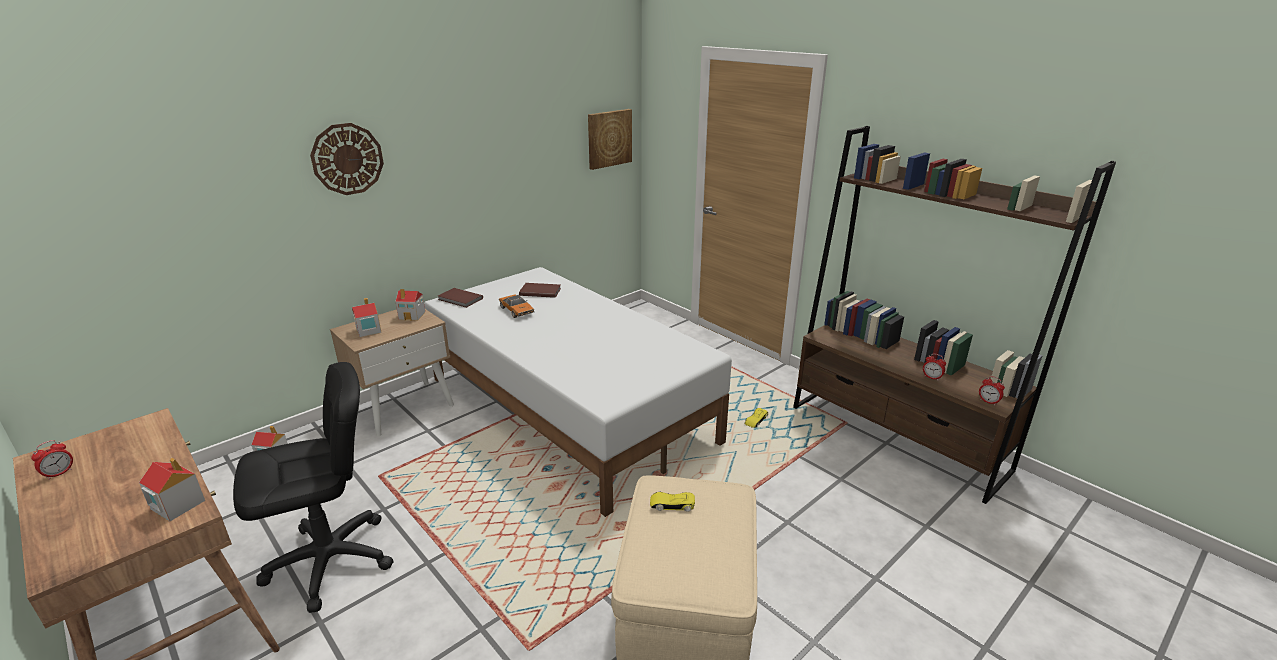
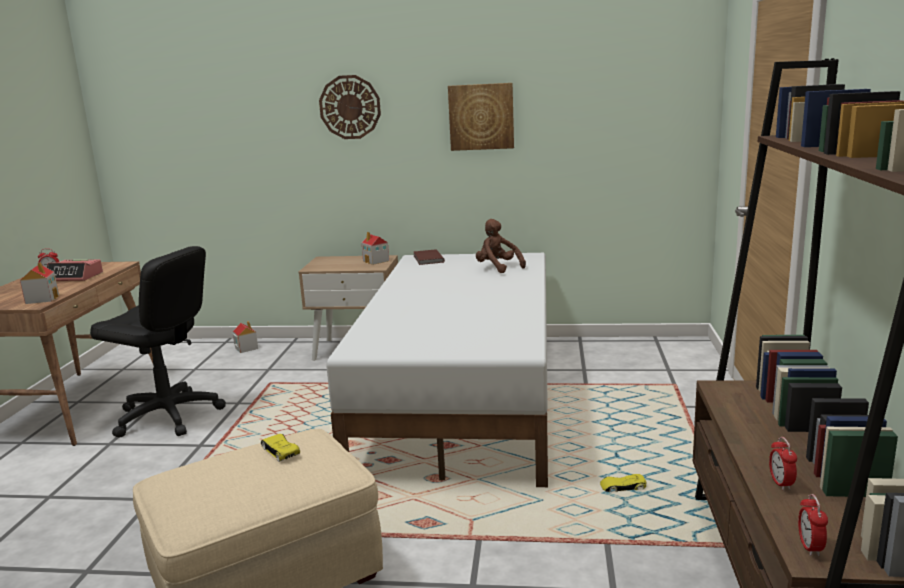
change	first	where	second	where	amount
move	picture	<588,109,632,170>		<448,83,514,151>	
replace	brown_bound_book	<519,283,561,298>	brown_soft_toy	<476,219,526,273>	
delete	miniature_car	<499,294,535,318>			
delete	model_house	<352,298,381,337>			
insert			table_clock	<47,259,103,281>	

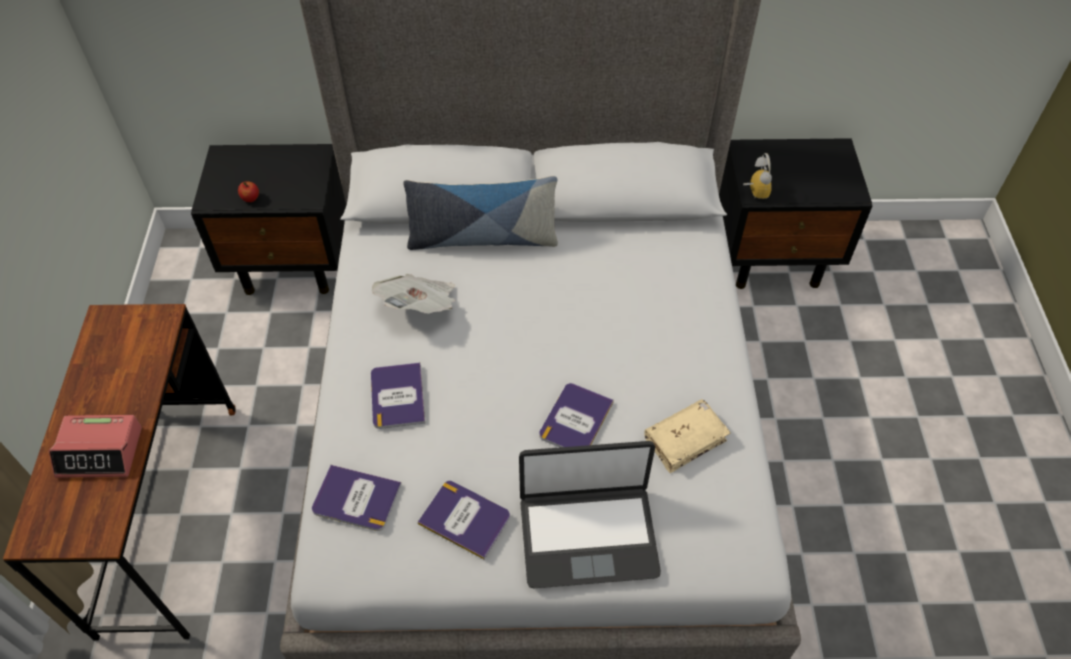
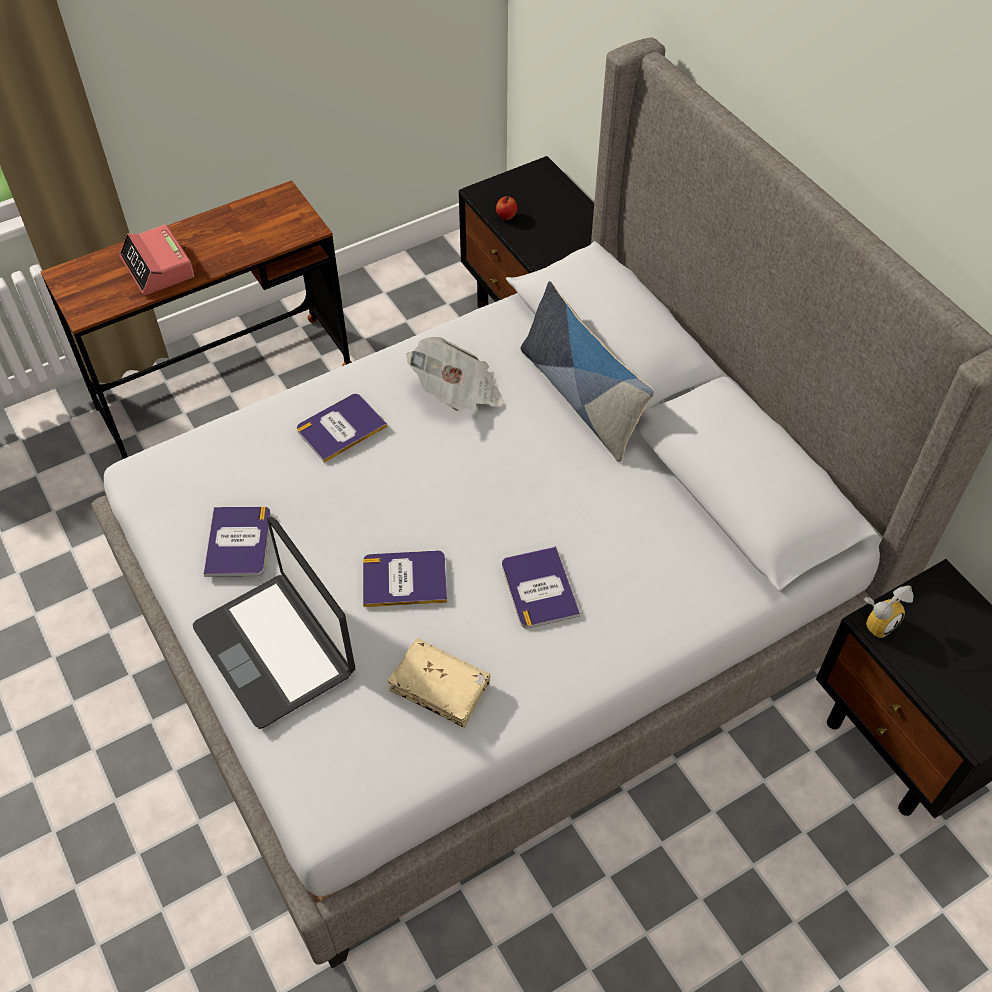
change	first	where	second	where	amount
move	bound_book	<312,465,402,531>		<502,547,580,628>	

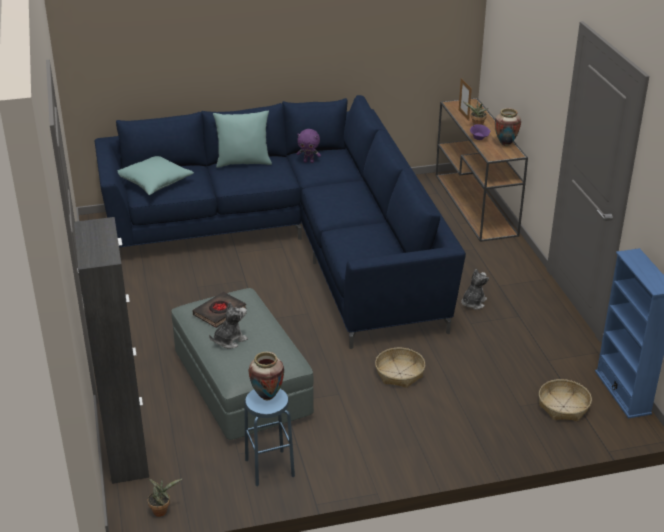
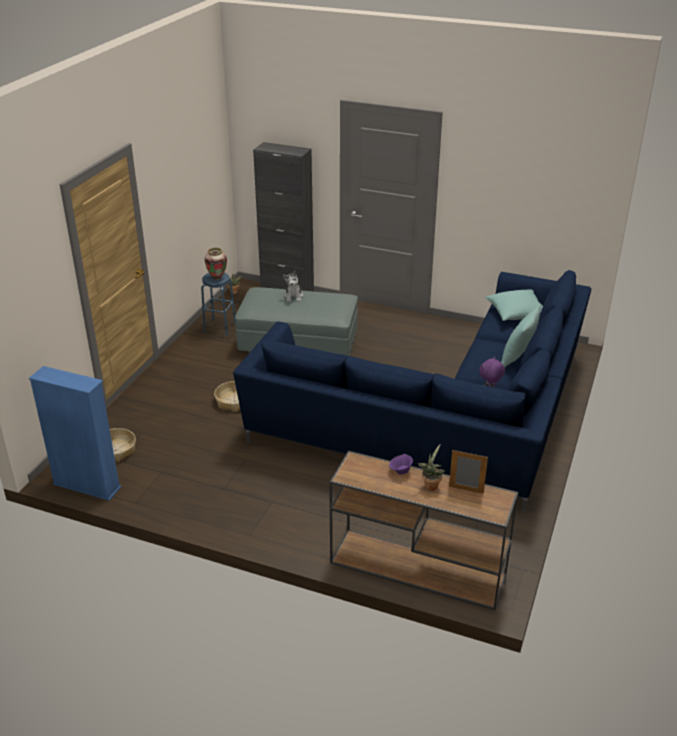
change	first	where	second	where	amount
delete	flower_vase	<495,108,521,146>			
delete	soft_toy	<461,269,489,310>			
delete	black-coloured_bound_book	<192,292,247,328>			

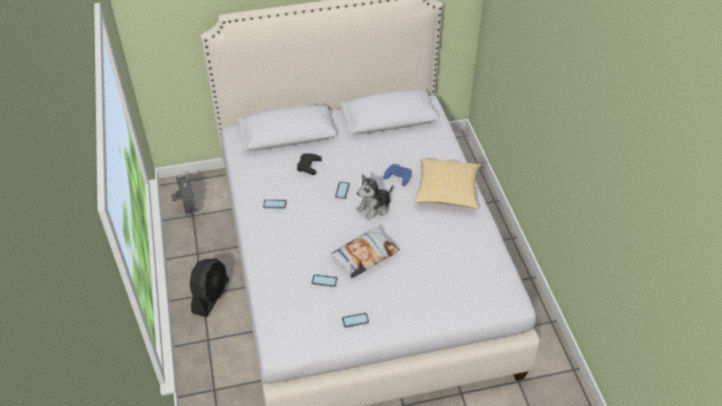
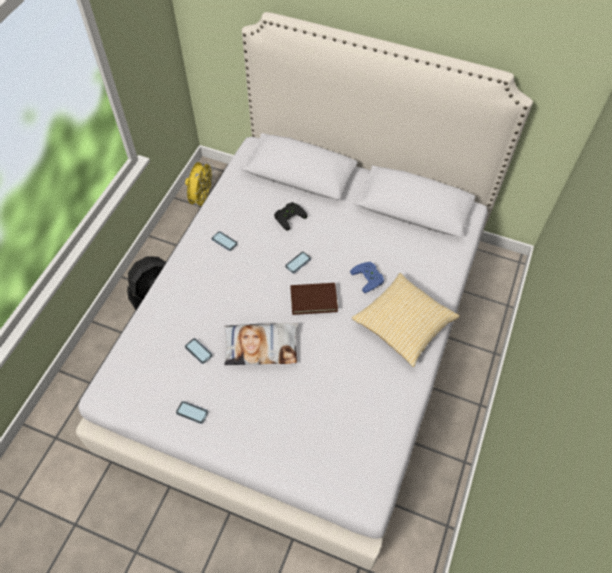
change	first	where	second	where	amount
recolor	grey_electric_fan	<172,171,199,215>	yellow-coloured_electric_fan	<185,162,215,209>	
replace	soft_toy	<356,174,393,220>	brown_bound_book	<290,283,338,315>	

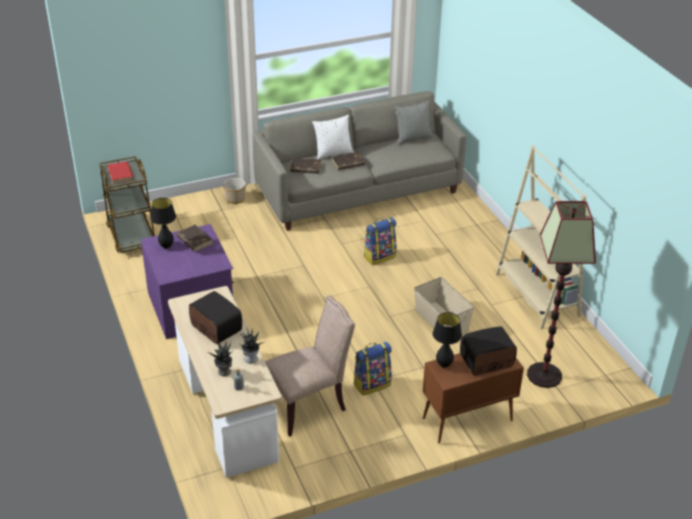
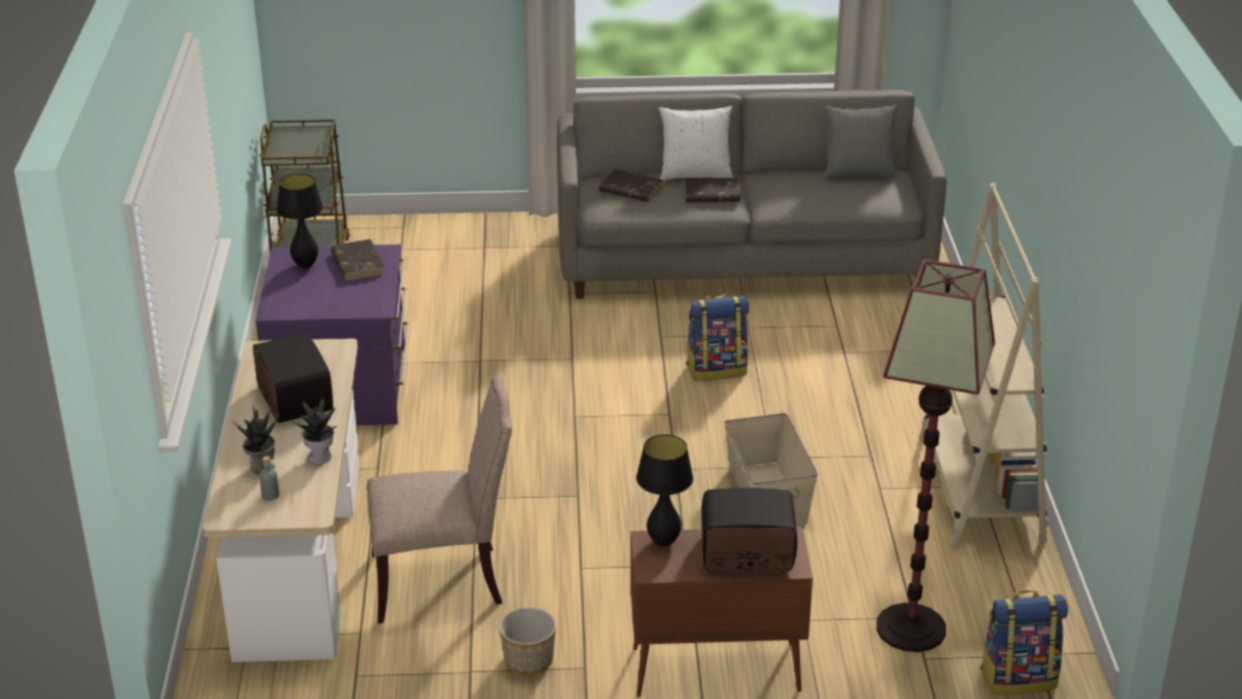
change	first	where	second	where	amount
delete	reddish_bound_book	<107,161,134,184>			
move	planter	<223,178,246,204>		<499,607,556,675>	
move	knapsack	<354,342,392,395>		<980,591,1068,695>	

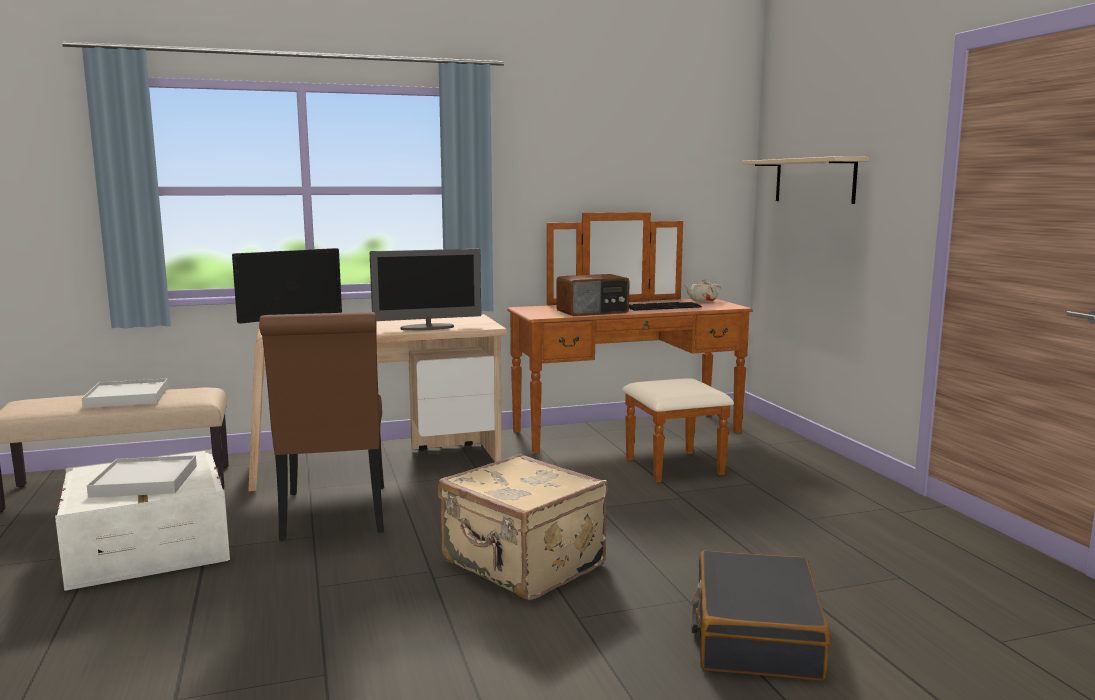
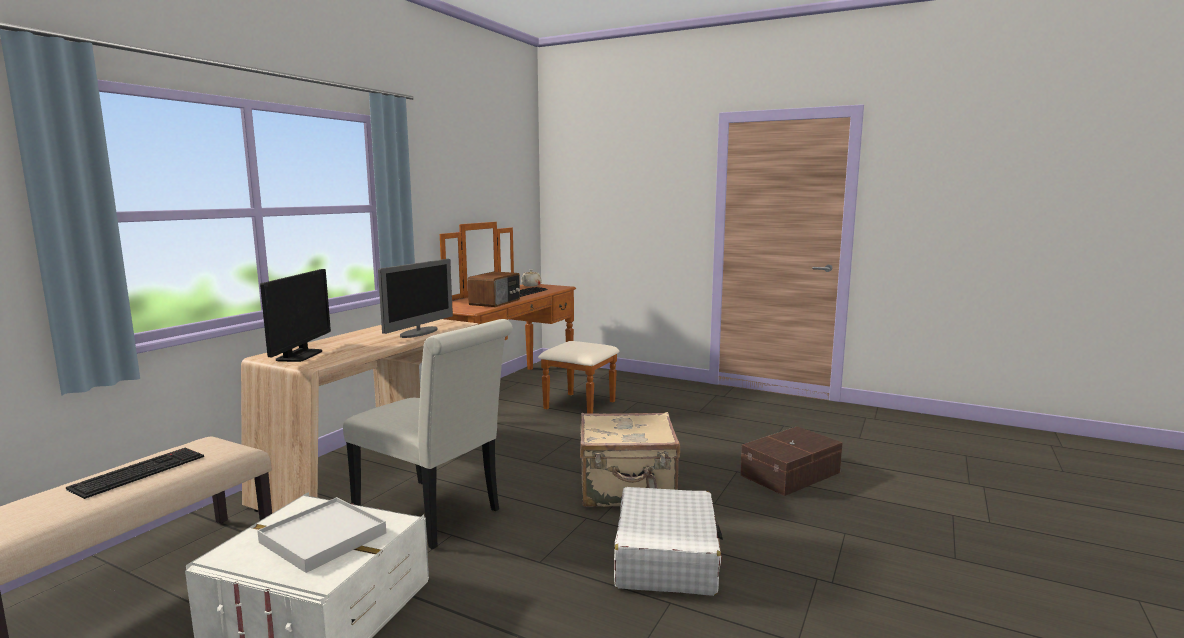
change	first	where	second	where	amount
delete	beige-coloured_shelf	<741,156,870,204>			
recolor	brown_upright_chair	<259,312,384,541>	white_upright_chair	<343,319,513,549>	
replace	white_tray	<82,378,168,408>	PC_keyboard	<66,448,204,499>	
replace	black-coloured_suitcase	<691,551,830,681>	brown_storage_container	<740,427,843,496>	
insert			white_suitcase	<614,487,723,596>	

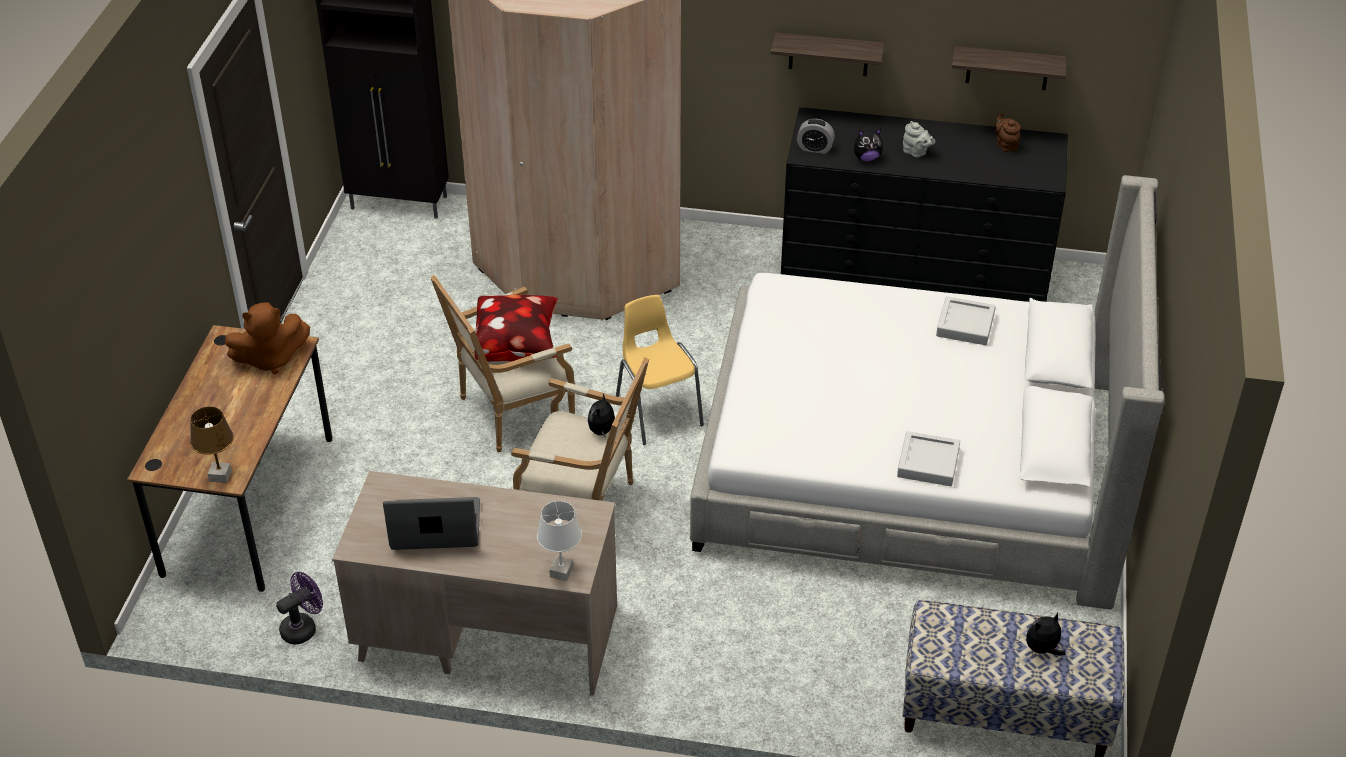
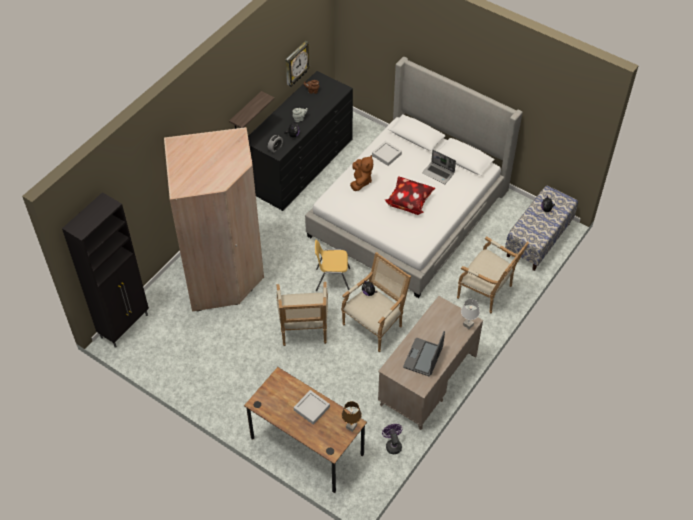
change	first	where	second	where	amount
replace	shelf	<952,46,1067,90>	hanging_clock	<286,41,310,87>	
move	cushion	<474,294,558,362>		<385,176,435,215>	
move	brown_soft_toy	<225,302,310,374>		<350,155,373,191>	
move	grey_tray	<897,431,960,486>		<294,390,330,425>	
insert			portable_computer	<422,150,456,184>	
insert			easy_chair	<457,236,529,314>	

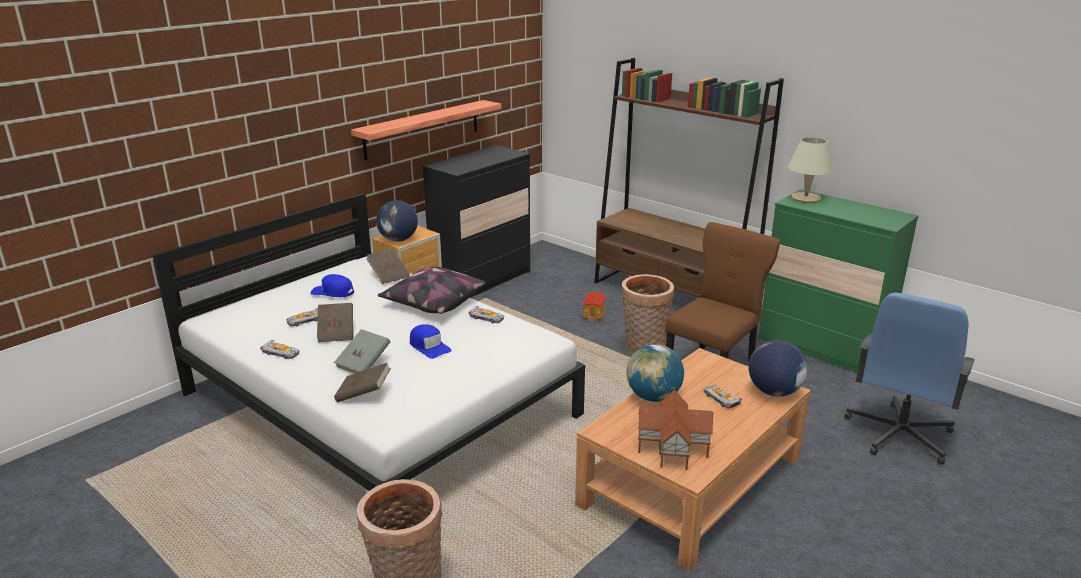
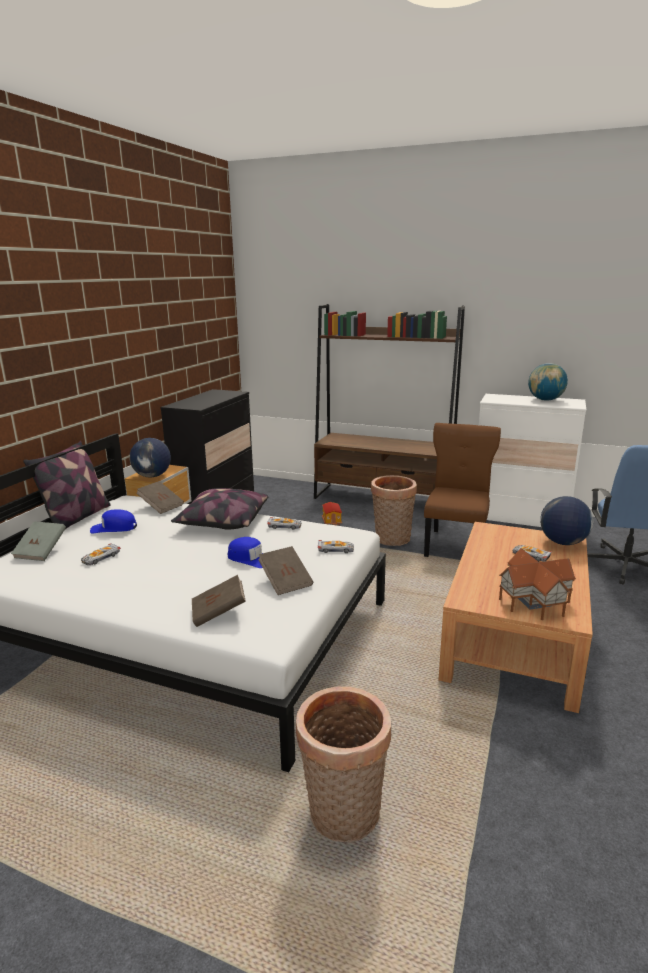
change	first	where	second	where	amount
delete	shelf	<351,100,501,161>			
delete	beige-coloured_lamp_for_a_table	<788,137,833,203>			
recolor	greenish_dresser	<758,189,918,373>	white_dresser	<479,394,586,527>	
move	brown_bound_book	<317,303,353,342>		<258,546,313,595>	
move	grey_bound_book	<334,329,390,374>		<11,521,66,561>	
move	miniature_car	<260,340,300,359>		<318,540,354,553>	
move	desk_globe	<626,344,684,402>		<528,363,568,401>	
insert			cushion	<23,441,110,528>	

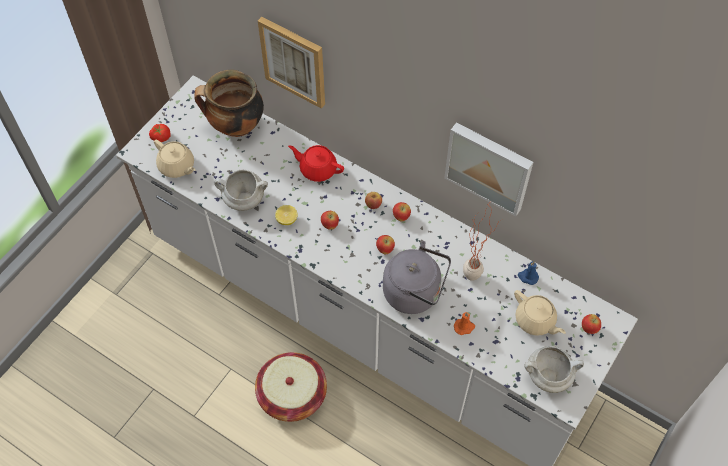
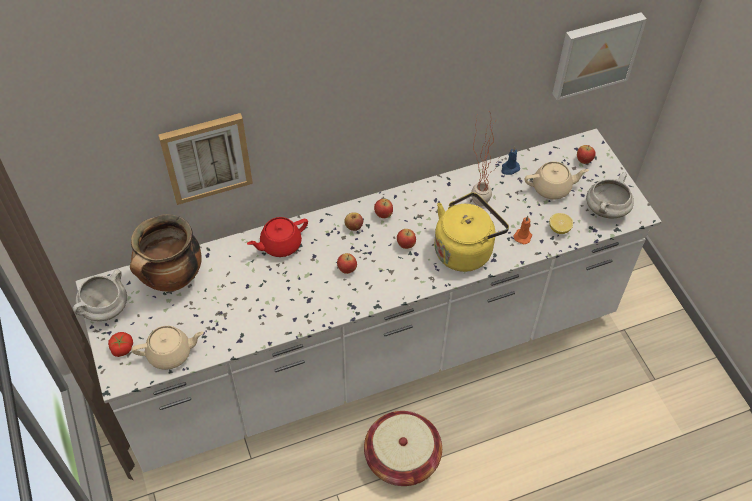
change	first	where	second	where	amount
move	picture	<444,122,533,217>		<552,12,647,100>	
move	white_stockpot	<214,170,268,211>		<73,269,127,321>	
move	lemon	<275,205,298,225>		<550,213,573,234>	
recolor	grey_water_kettle	<383,241,451,314>	yellow-coloured_water_kettle	<434,192,509,272>	

